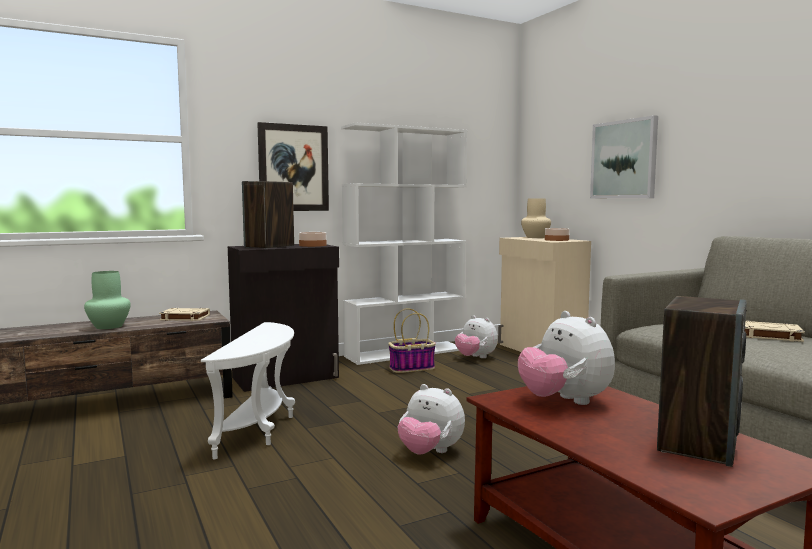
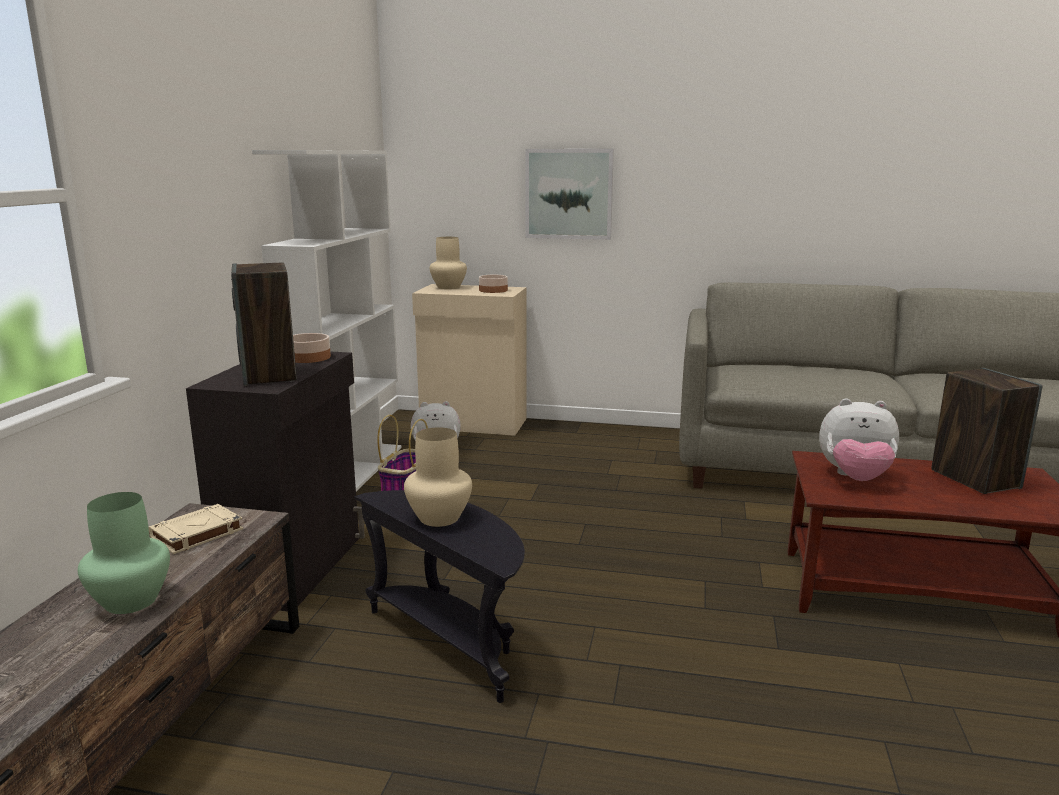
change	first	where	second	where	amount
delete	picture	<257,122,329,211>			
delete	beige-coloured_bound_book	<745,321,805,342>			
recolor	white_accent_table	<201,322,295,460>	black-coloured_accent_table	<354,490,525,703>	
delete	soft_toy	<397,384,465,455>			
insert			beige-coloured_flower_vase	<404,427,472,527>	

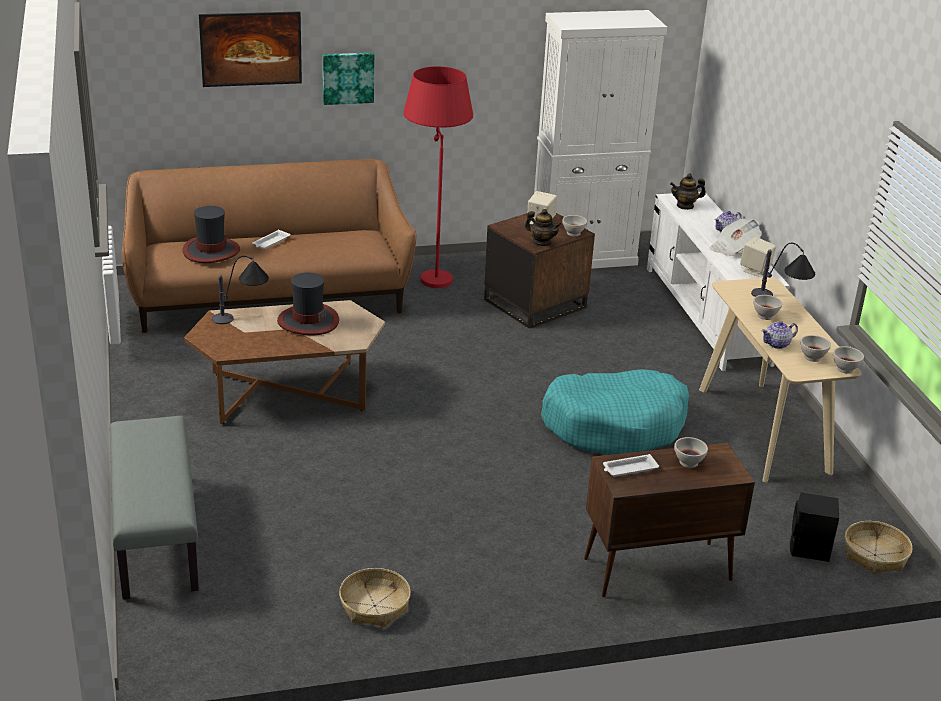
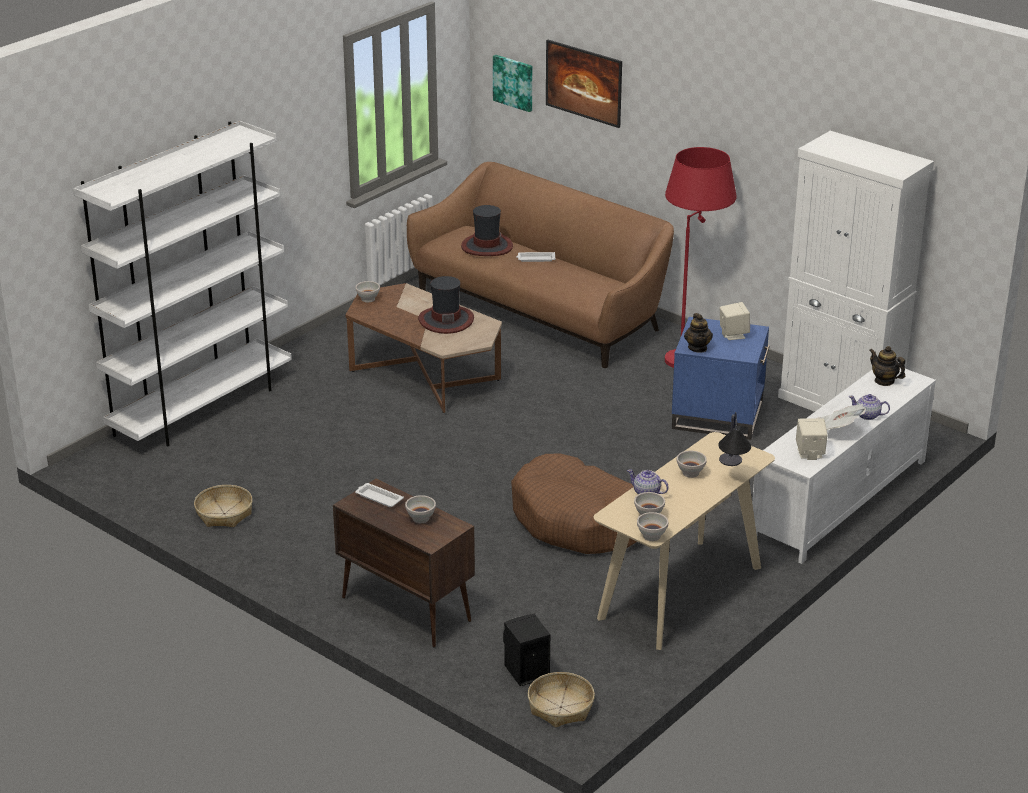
change	first	where	second	where	amount
move	picture	<323,53,374,105>		<493,55,532,112>	
recolor	brown_accent_table	<484,213,595,329>	bluish_accent_table	<672,317,770,440>	
move	white_serving_bowl	<562,215,587,236>		<356,281,380,303>	
delete	lamp_for_a_table	<212,256,269,324>			
recolor	blue-green_dog_cushion	<541,369,689,455>	brown_dog_cushion	<511,453,637,554>	
replace	grey_bench	<110,416,199,600>	white_bookshelf	<73,121,292,447>	

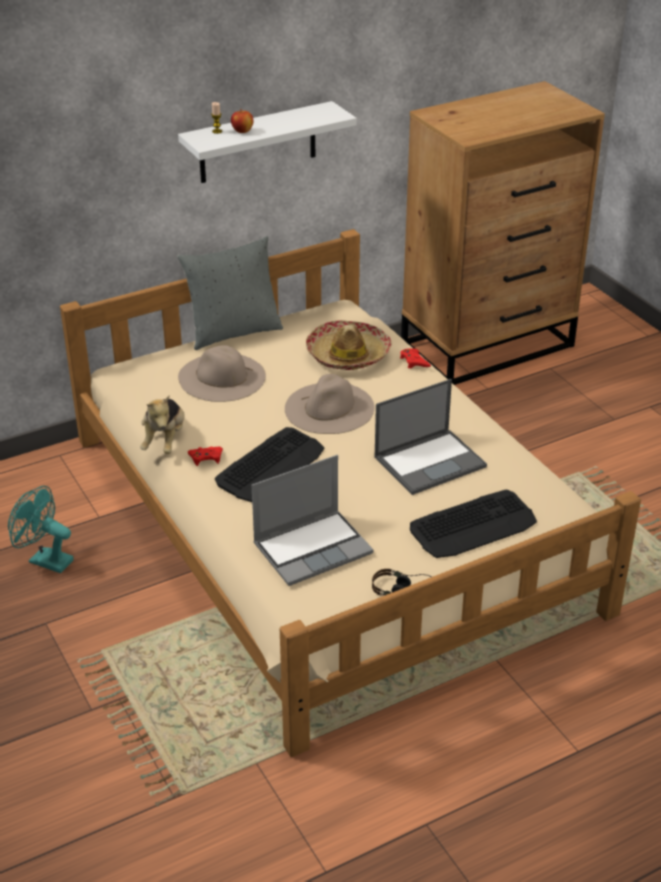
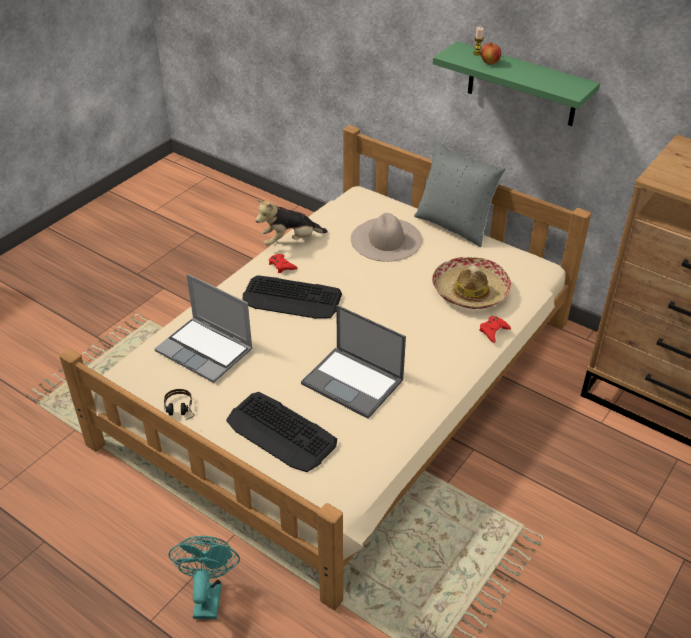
change	first	where	second	where	amount
recolor	white_shelf	<178,101,357,183>	greenish_shelf	<433,42,600,126>	
delete	beige-coloured_hat	<285,374,375,434>			
move	blue-green_electric_fan	<8,486,74,573>		<169,536,240,619>	

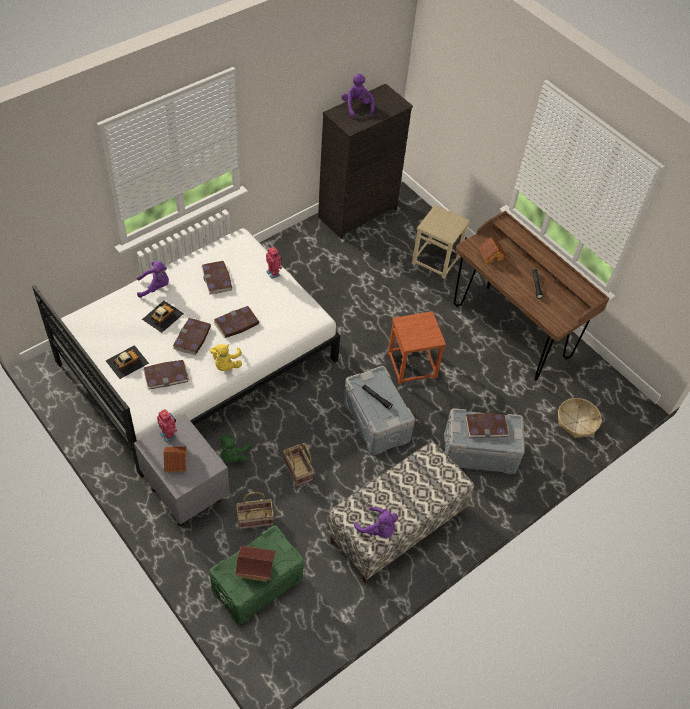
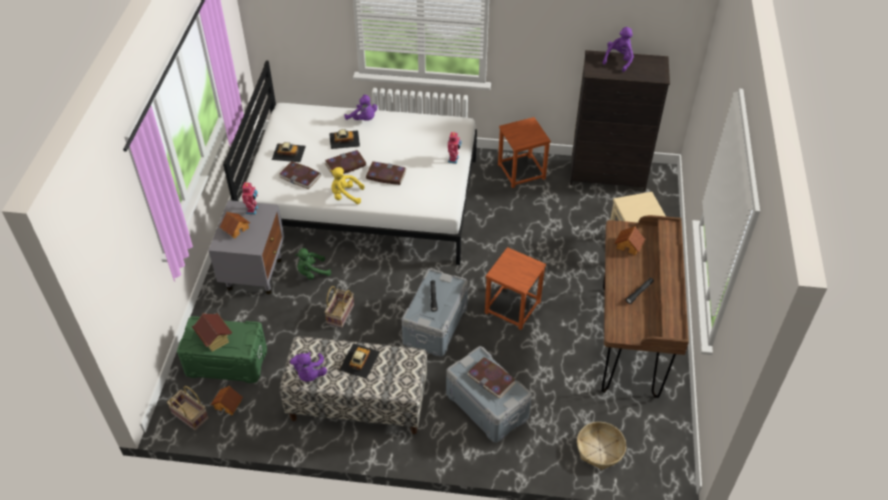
change	first	where	second	where	amount
delete	bound_book	<201,261,232,294>			
rotate	yellow-coloured_soft_toy	<210,344,242,371>		<331,167,365,204>	45 degrees clockwise
move	basket	<236,492,274,529>		<167,386,209,431>	
insert			brown_stool_seat	<498,117,551,188>	
insert			miniature_car	<339,343,380,379>	
insert			model_house	<211,386,243,415>	

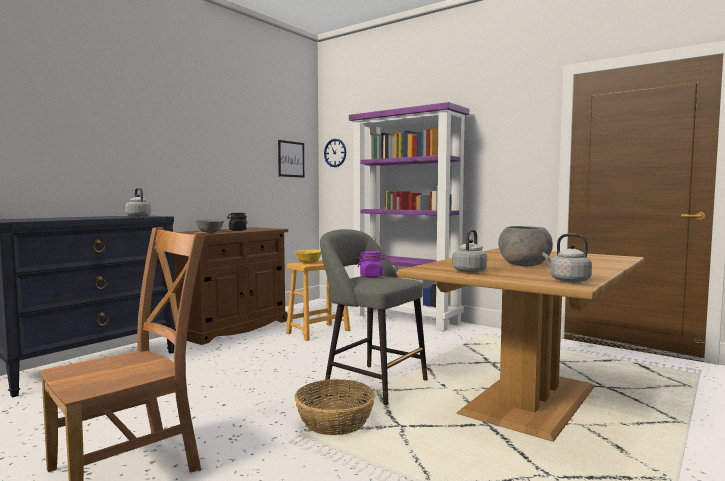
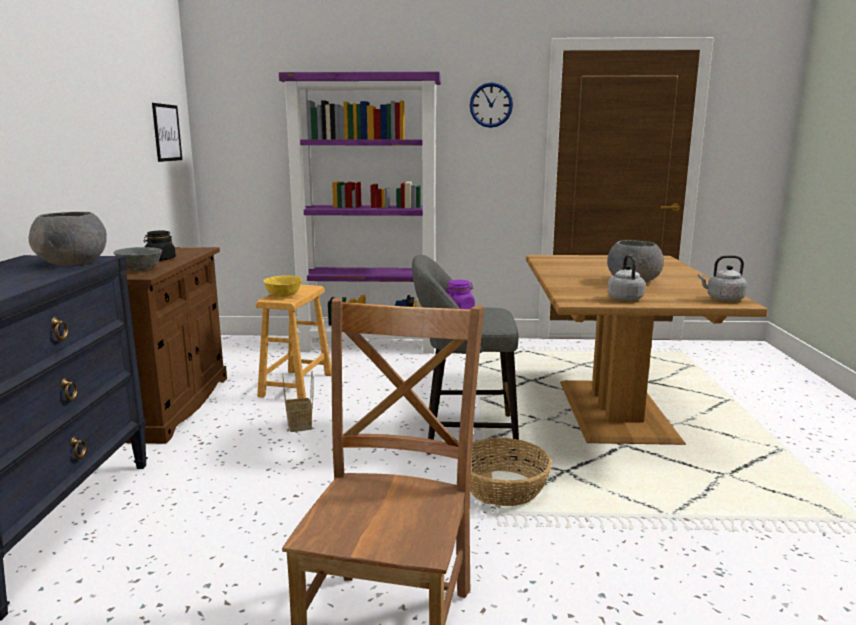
change	first	where	second	where	amount
move	hanging_clock	<324,139,346,167>		<470,82,513,128>	
replace	grey_water_kettle	<125,188,151,217>	grey_serving_bowl	<29,212,107,265>	
insert			basket	<282,371,313,432>	

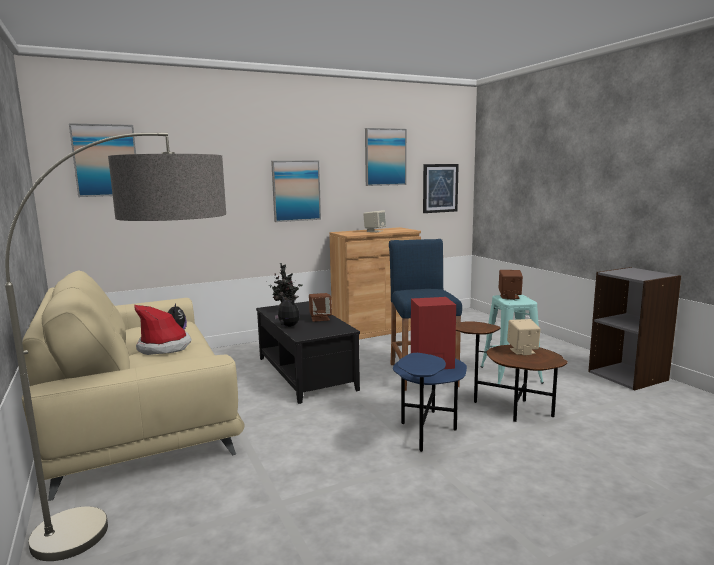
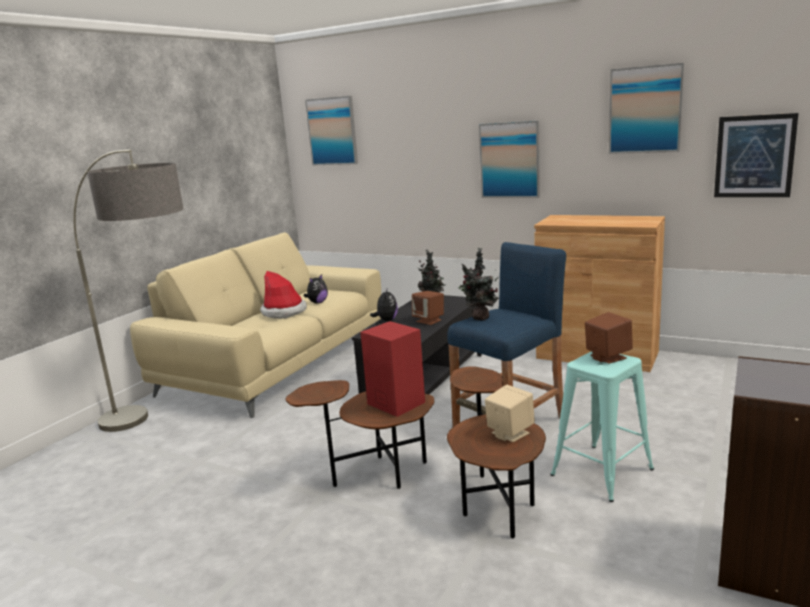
change	first	where	second	where	amount
delete	beige-coloured_loudspeaker	<363,210,386,232>			
recolor	bluish_accent_table	<393,353,467,452>	brown_accent_table	<286,380,434,489>	
insert			plant_in_a_pot	<458,248,499,320>	

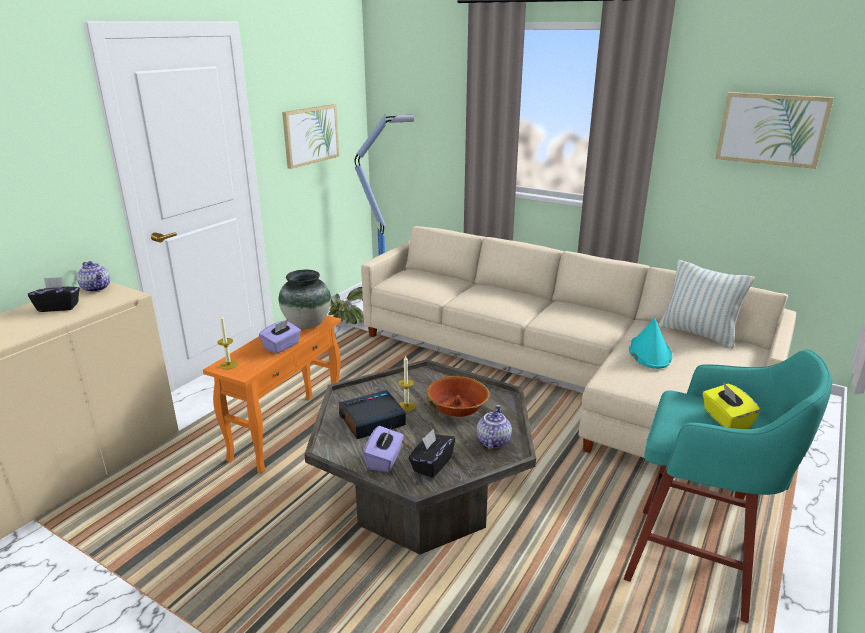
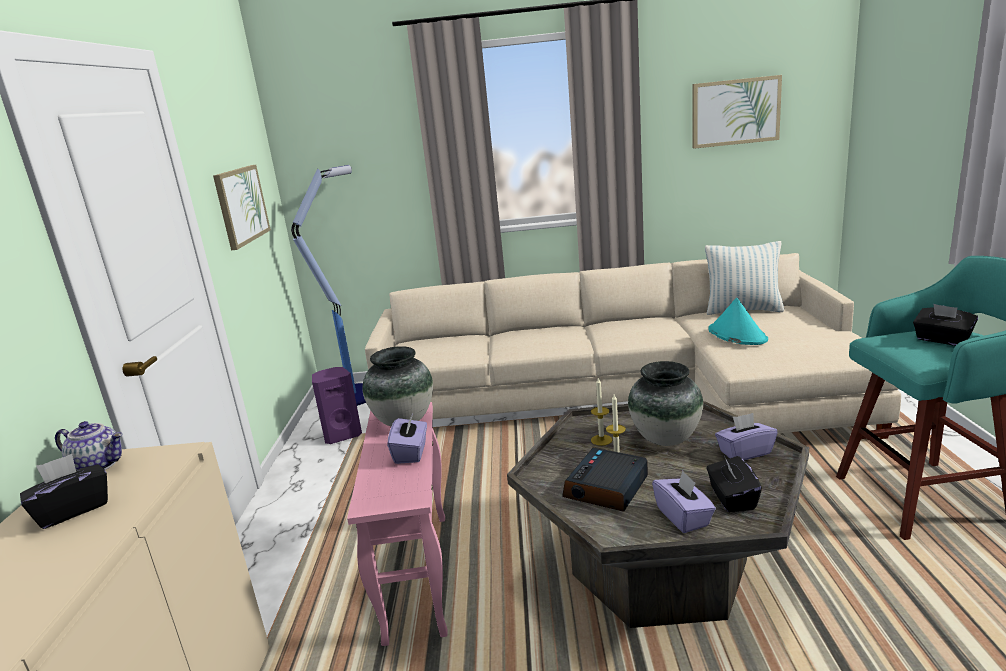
change	first	where	second	where	amount
replace	plant_in_a_pot	<328,287,364,324>	purplish_loudspeaker	<312,367,362,444>	
move	wax_light	<217,315,238,370>		<591,378,612,446>	
recolor	orangey_accent_table	<203,316,341,474>	pinkish_accent_table	<347,402,448,646>	
replace	serving_bowl	<427,375,490,417>	flower_vase	<628,361,703,446>	
recolor	yellow-coloured_box_of_tissues	<702,382,760,429>	black-coloured_box_of_tissues	<913,304,978,346>	
replace	teapot	<477,405,512,449>	purplish_box_of_tissues	<715,413,778,460>	

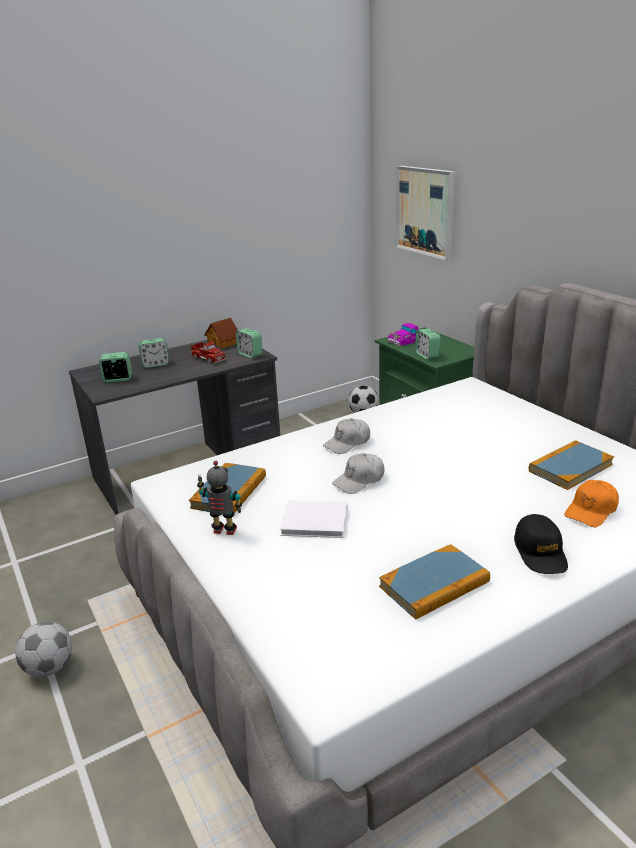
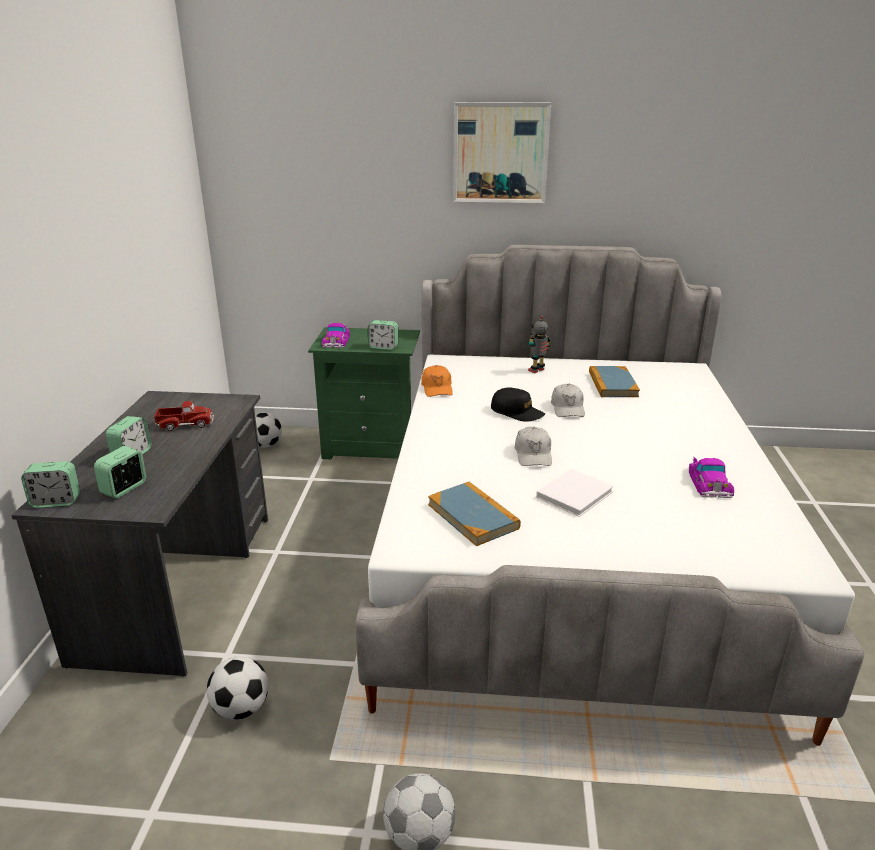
change	first	where	second	where	amount
move	picture	<396,166,455,261>		<453,102,551,203>	
delete	model_house	<204,318,238,349>			
move	table_clock	<236,328,262,358>		<21,461,80,508>	
move	white_baseball_cap	<323,418,370,454>		<551,384,585,417>	
move	toy_robot	<197,461,242,535>		<528,316,550,373>	
move	orangey_baseball_cap	<564,480,619,527>		<421,365,453,397>	
move	black-coloured_baseball_cap	<514,514,568,574>		<491,387,545,422>	
replace	bound_book	<379,544,490,620>	miniature_car	<689,457,734,498>	
insert			football	<207,656,268,720>	

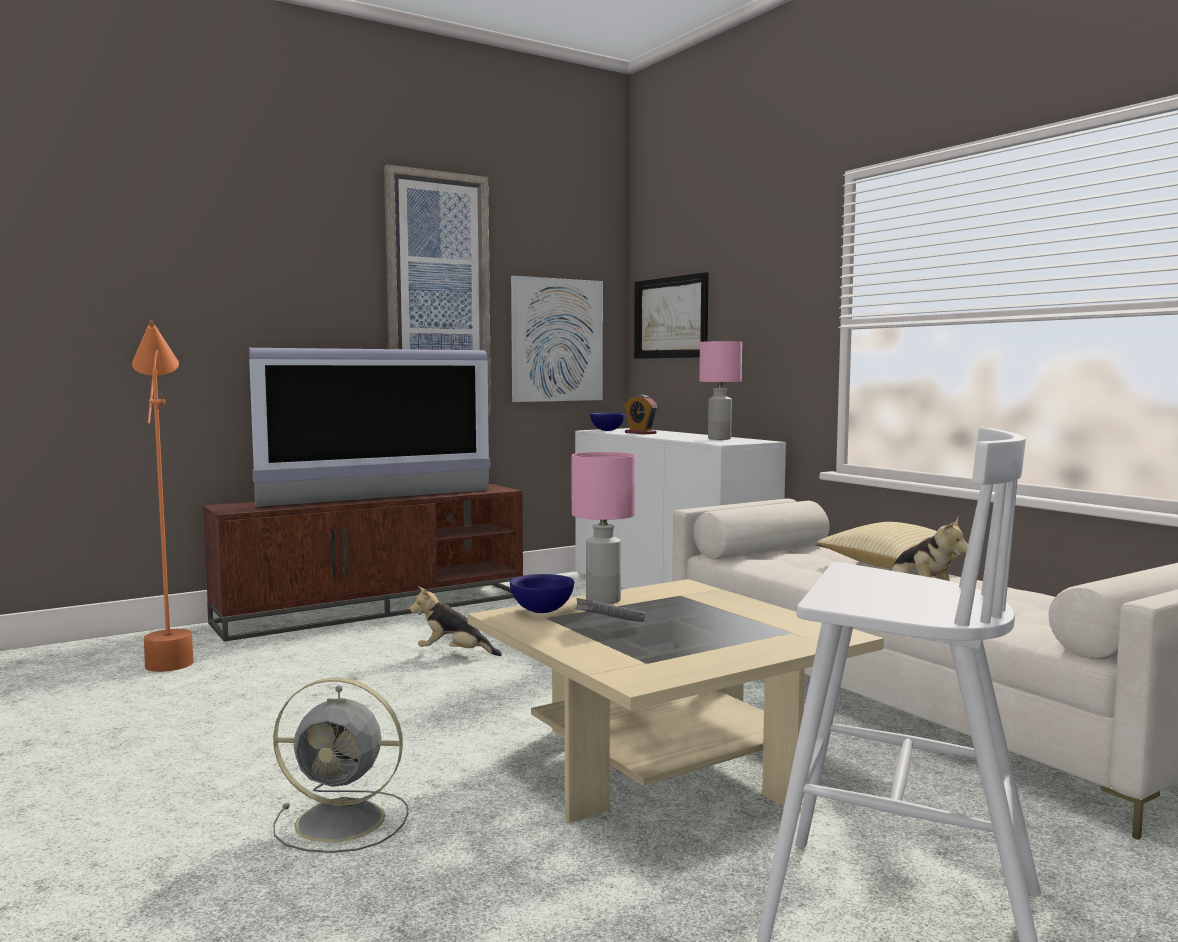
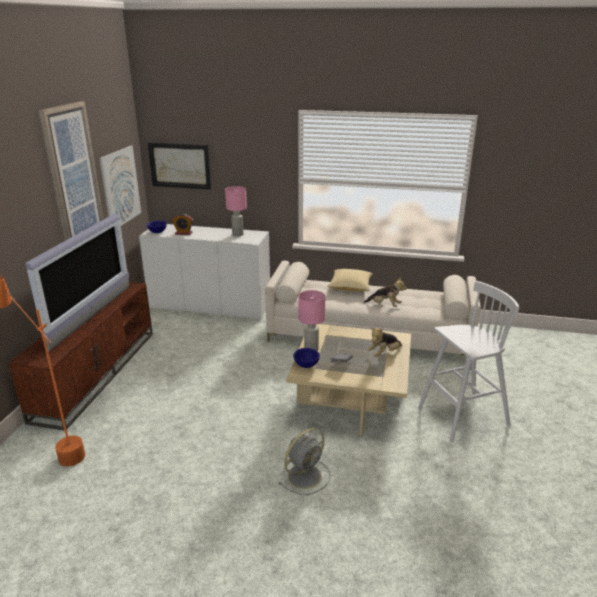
change	first	where	second	where	amount
move	soft_toy	<410,586,502,656>		<368,328,402,357>	

